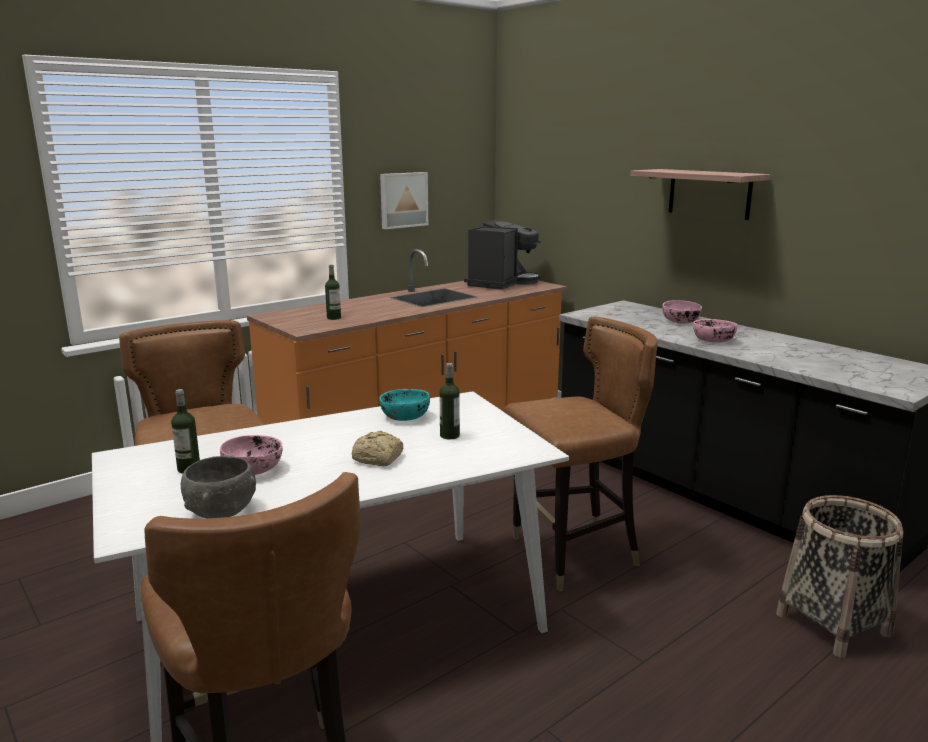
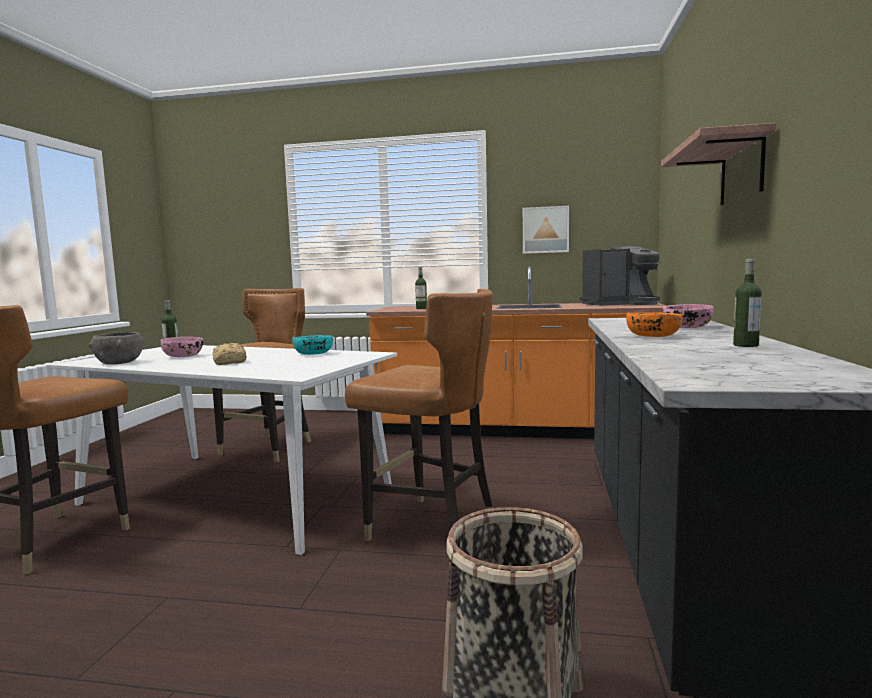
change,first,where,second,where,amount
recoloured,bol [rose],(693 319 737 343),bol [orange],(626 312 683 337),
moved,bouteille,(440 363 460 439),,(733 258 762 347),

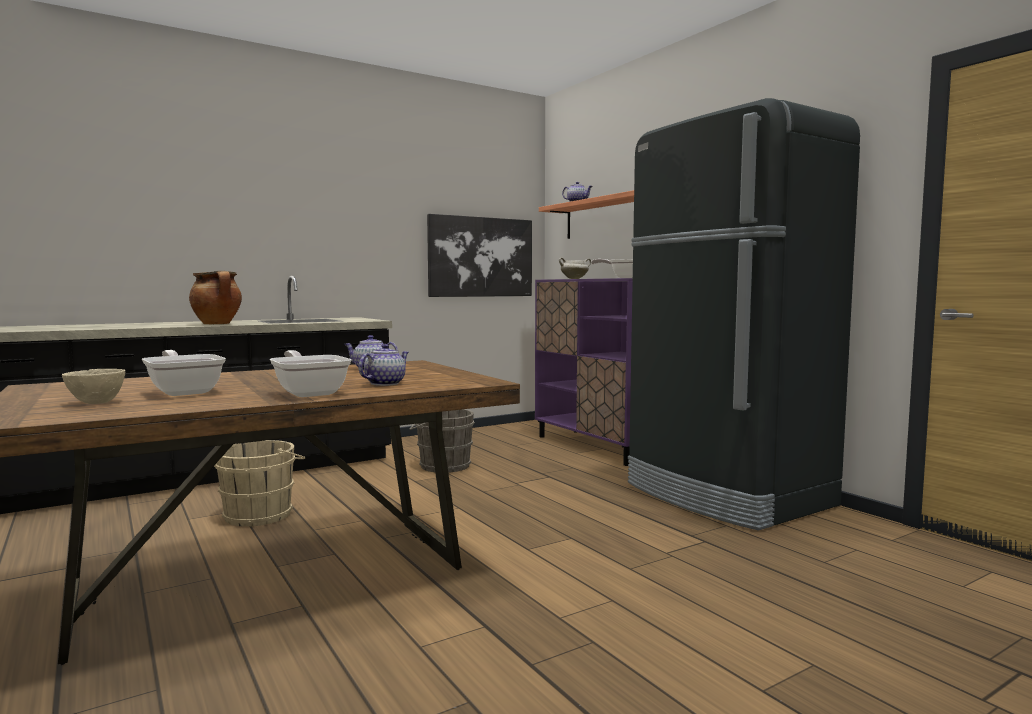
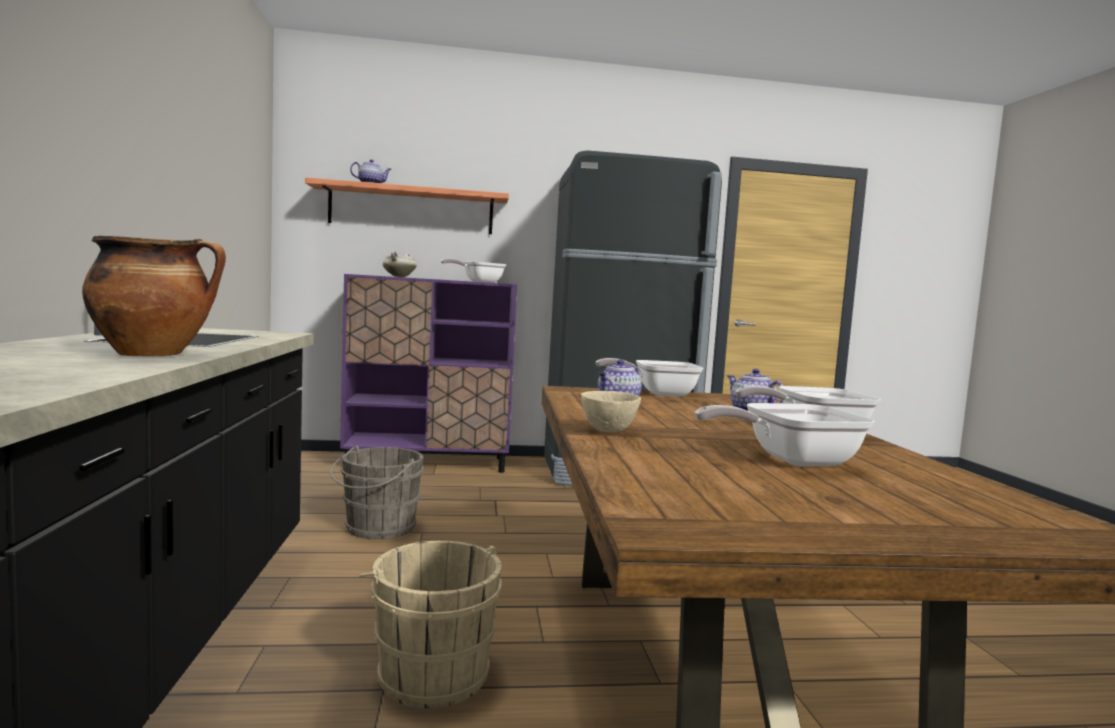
change,first,where,second,where,amount
removed,tableau,(427 214 532 297),,,
moved,bol [beige],(62 369 125 404),,(581 391 641 432),
added,,,poêle,(596 358 704 397),

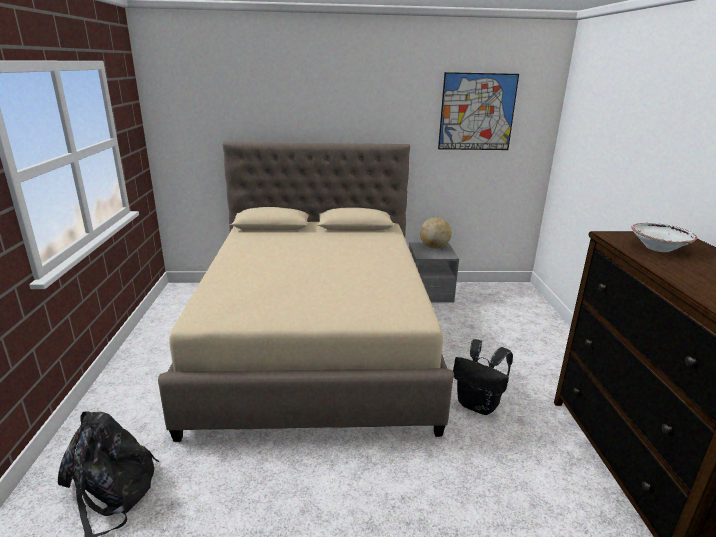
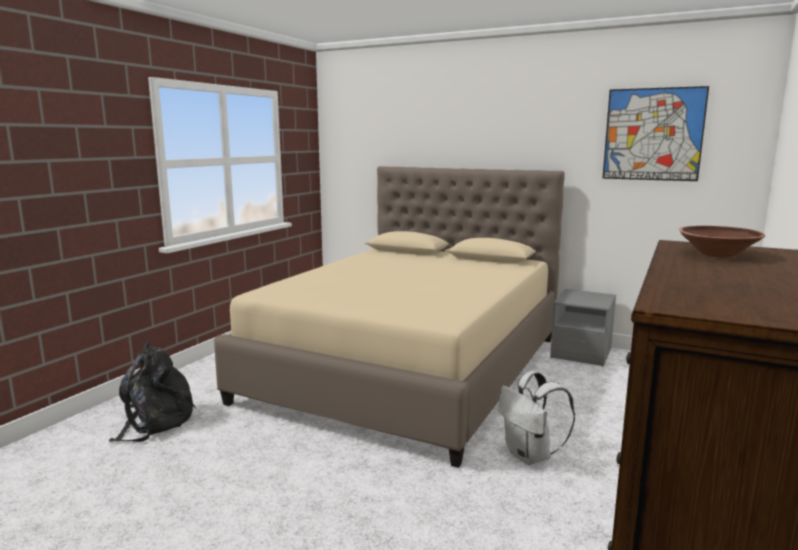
change,first,where,second,where,amount
removed,globe,(420 217 452 249),,,
recoloured,bol [blanc],(631 223 698 252),bol [marron],(679 226 765 257),
recoloured,sac à dos [noir],(453 339 513 415),sac à dos [blanc],(499 371 575 465),

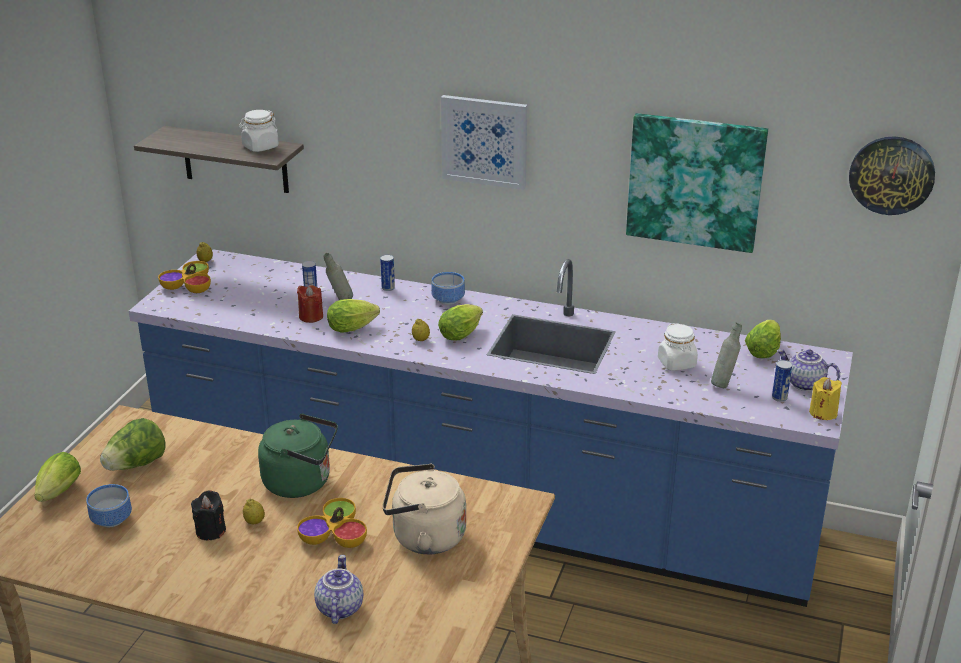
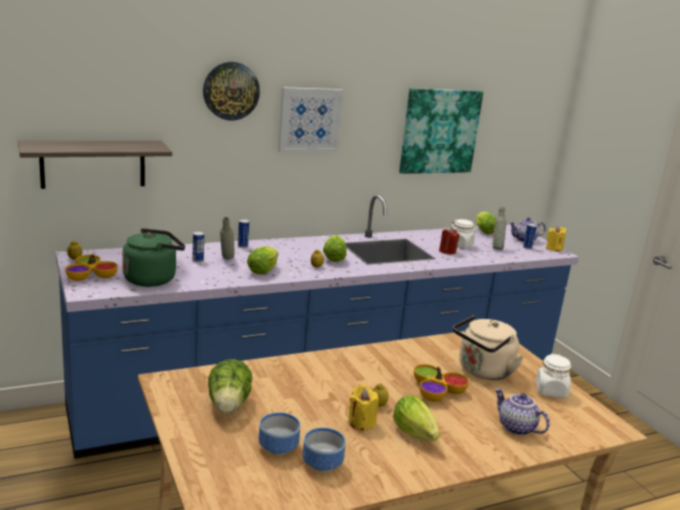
change,first,where,second,where,amount
moved,bocal [blanc],(239 110 279 152),,(536 354 571 398),
moved,horloge murale,(849 136 935 215),,(203 62 260 120),
moved,bol,(431 272 465 305),,(302 428 345 472),
moved,bougie [rouge],(297 285 323 323),,(439 228 459 254),
moved,bouilloire [vert],(258 414 338 498),,(122 228 185 287),
moved,laitue,(34 452 81 502),,(393 396 440 441),
recoloured,bougie [noir],(191 490 226 540),bougie [jaune],(349 385 379 430),

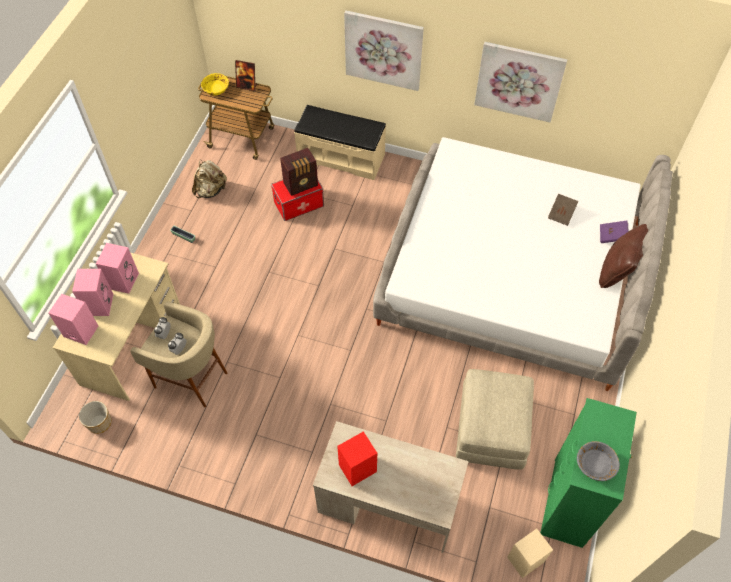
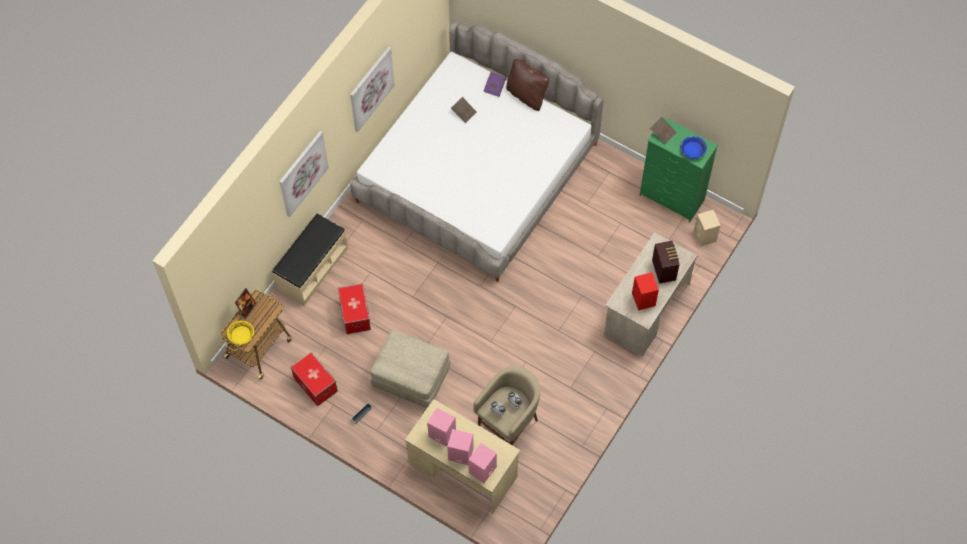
change,first,where,second,where,amount
moved,radio,(280 148 318 196),,(652 241 680 284),
replaced,sac à dos [beige],(192 160 227 198),boîte de rangement,(290 352 338 406),
moved,pouf [beige],(456 369 534 470),,(371 329 451 408),
removed,cache-pot,(79 401 111 434),,,
recoloured,bol [gris],(577 441 620 481),bol [bleu],(680 136 707 159),
added,,,livre [marron],(650 117 677 144),

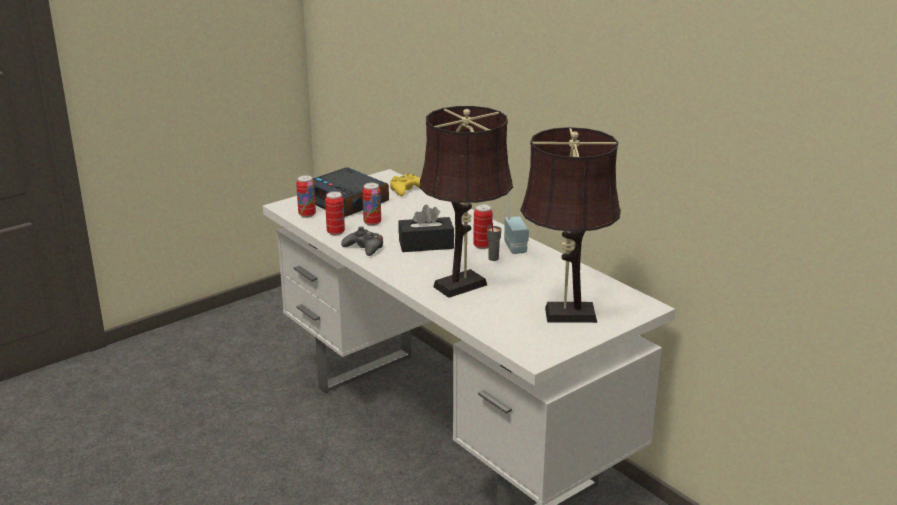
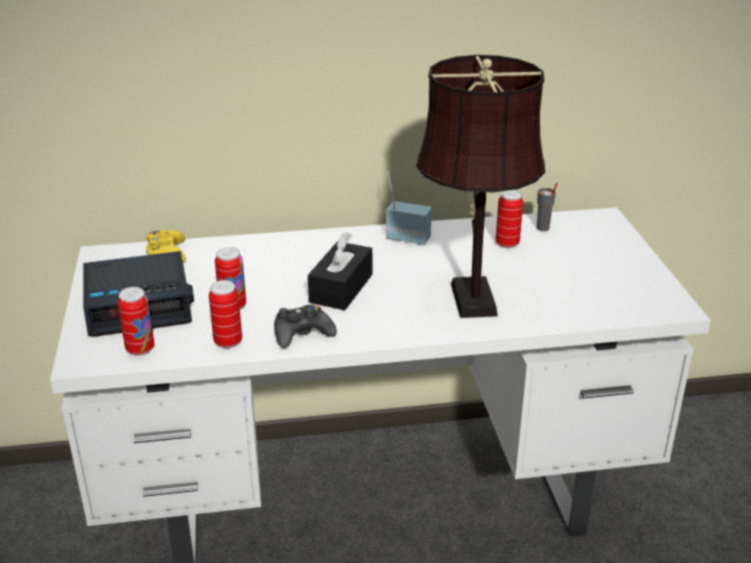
change,first,where,second,where,amount
removed,lampe de table [marron],(520 127 621 323),,,
moved,boîte métallique,(473 204 493 249),,(496 190 523 248),
moved,tasse [gris],(487 222 501 261),,(537 183 558 231),

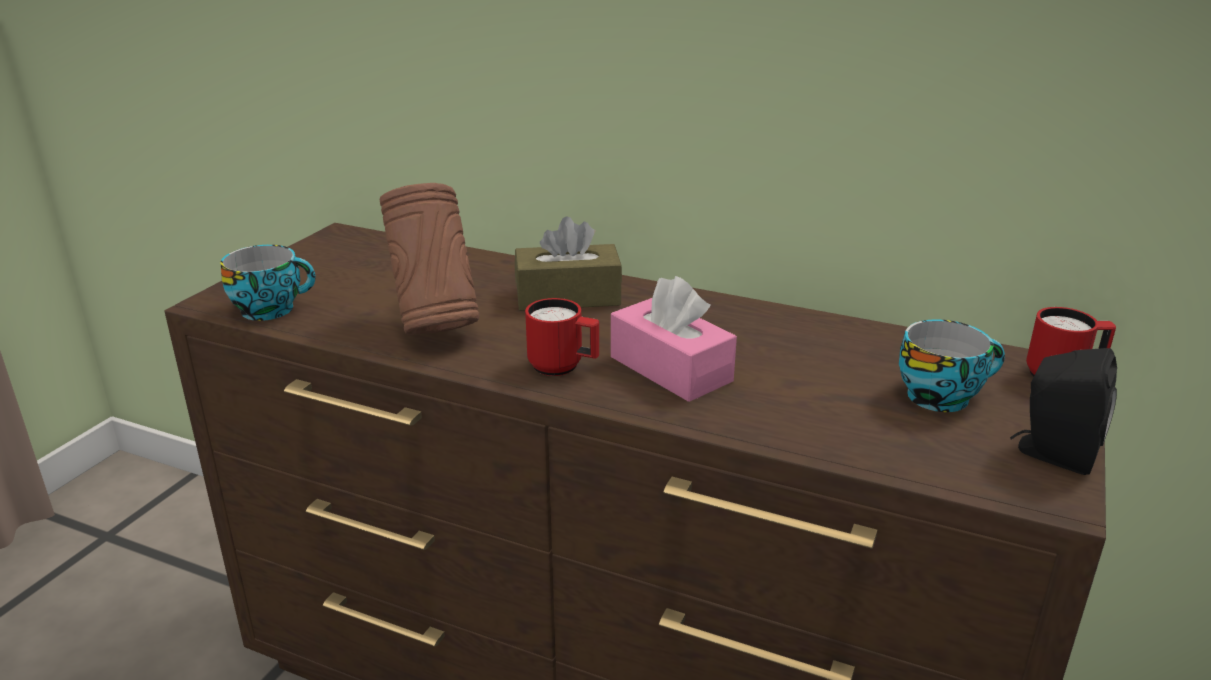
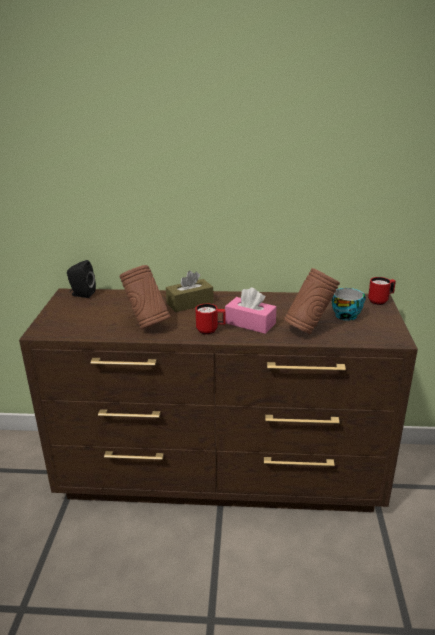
change,first,where,second,where,amount
removed,tasse,(220 245 316 321),,,
moved,enceinte [noir],(1010 348 1117 475),,(67 260 96 298),
added,,,vase [marron],(284 268 340 334),

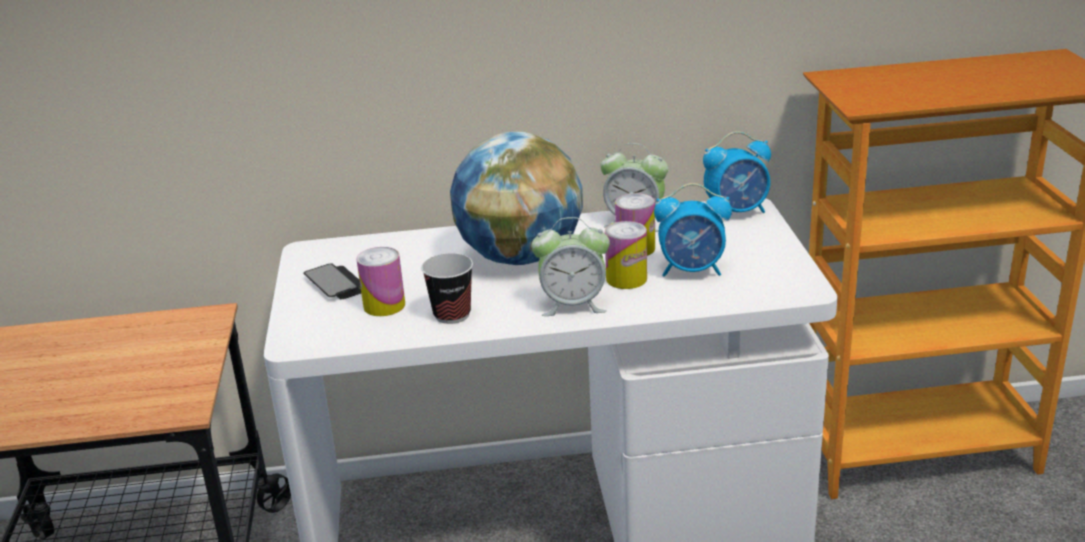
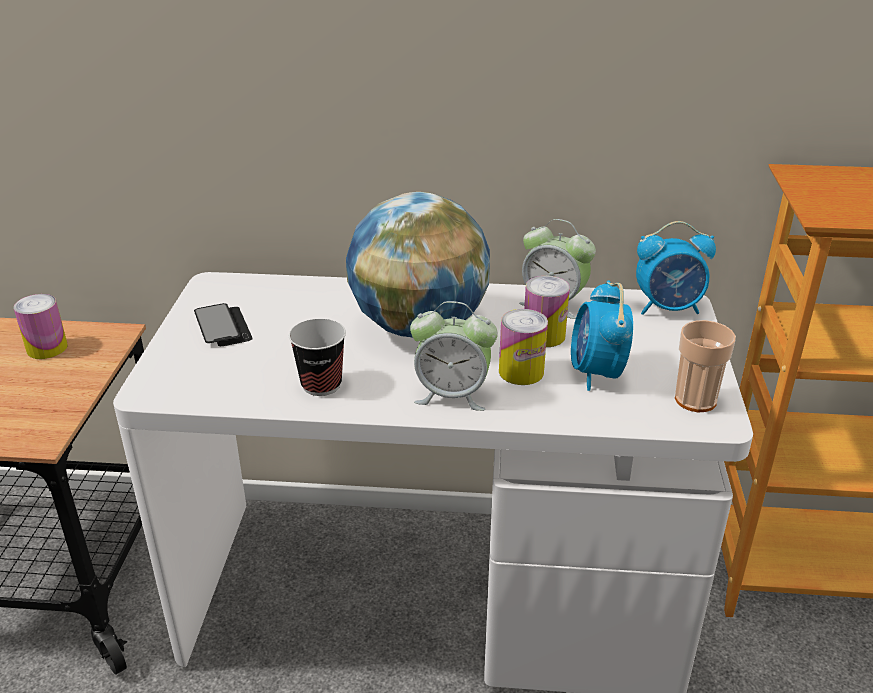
change,first,where,second,where,amount
turned,réveil,(654 183 732 277),,(571 280 633 391),75 degrees clockwise
moved,boîte métallique,(356 247 405 316),,(14 294 68 359),
added,,,tasse,(675 320 736 412),

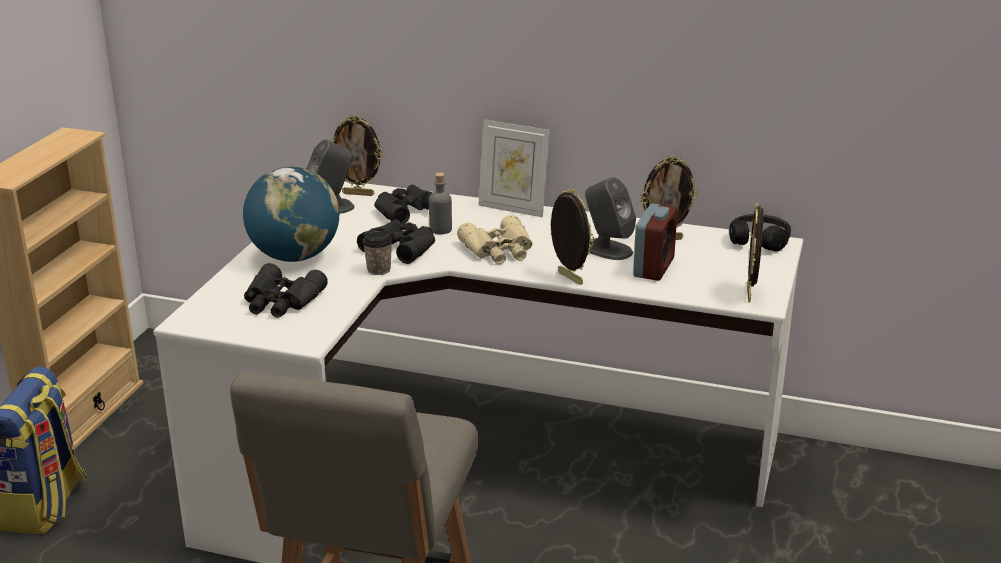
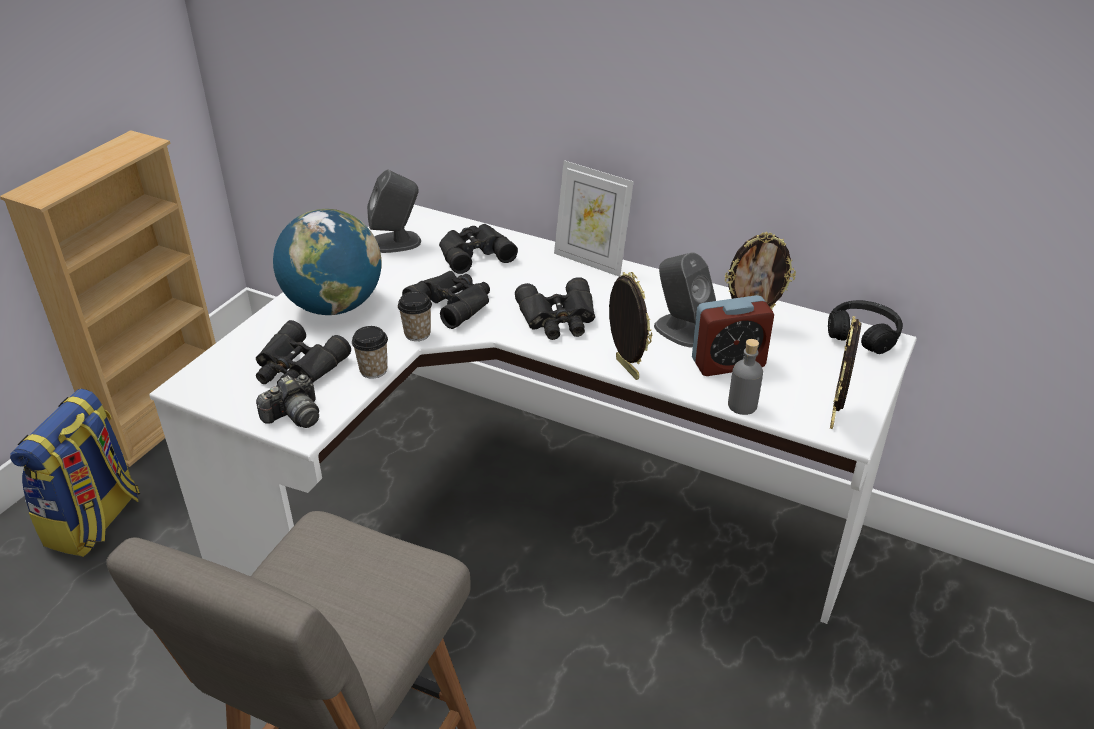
change,first,where,second,where,amount
removed,cadre photo,(333 115 383 196),,,
moved,bouteille [gris],(429 173 452 234),,(728 339 763 415),
turned,réveil,(633 203 678 281),,(692 295 774 376),45 degrees clockwise
recoloured,jumelles [beige],(457 215 533 264),jumelles [noir],(515 277 595 340),
added,,,tasse,(352 326 388 379),
added,,,appareil photo,(256 374 319 428),

